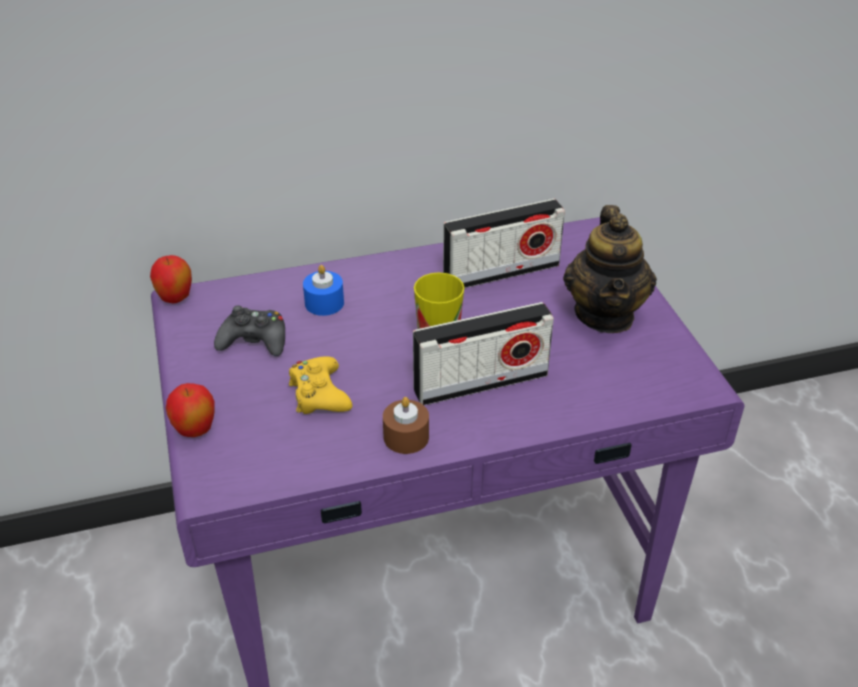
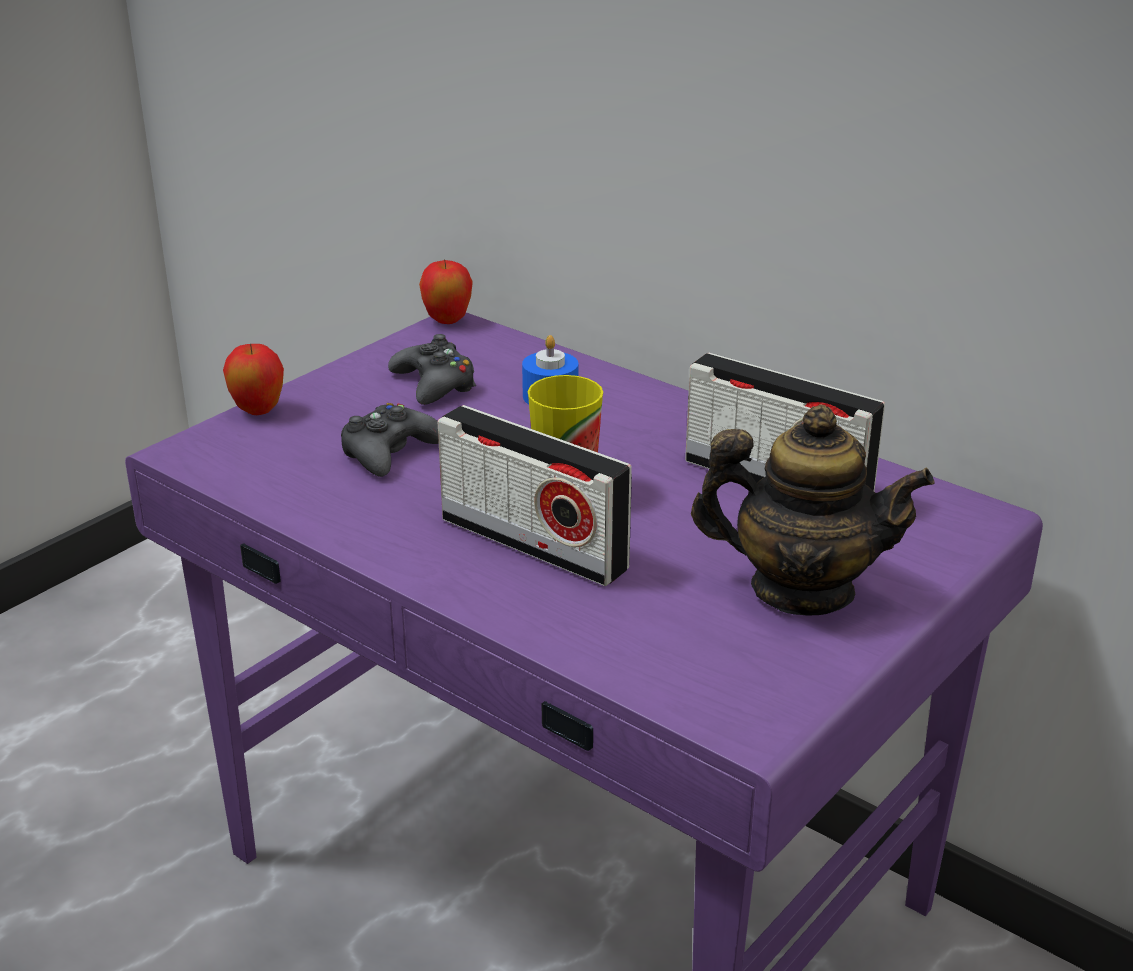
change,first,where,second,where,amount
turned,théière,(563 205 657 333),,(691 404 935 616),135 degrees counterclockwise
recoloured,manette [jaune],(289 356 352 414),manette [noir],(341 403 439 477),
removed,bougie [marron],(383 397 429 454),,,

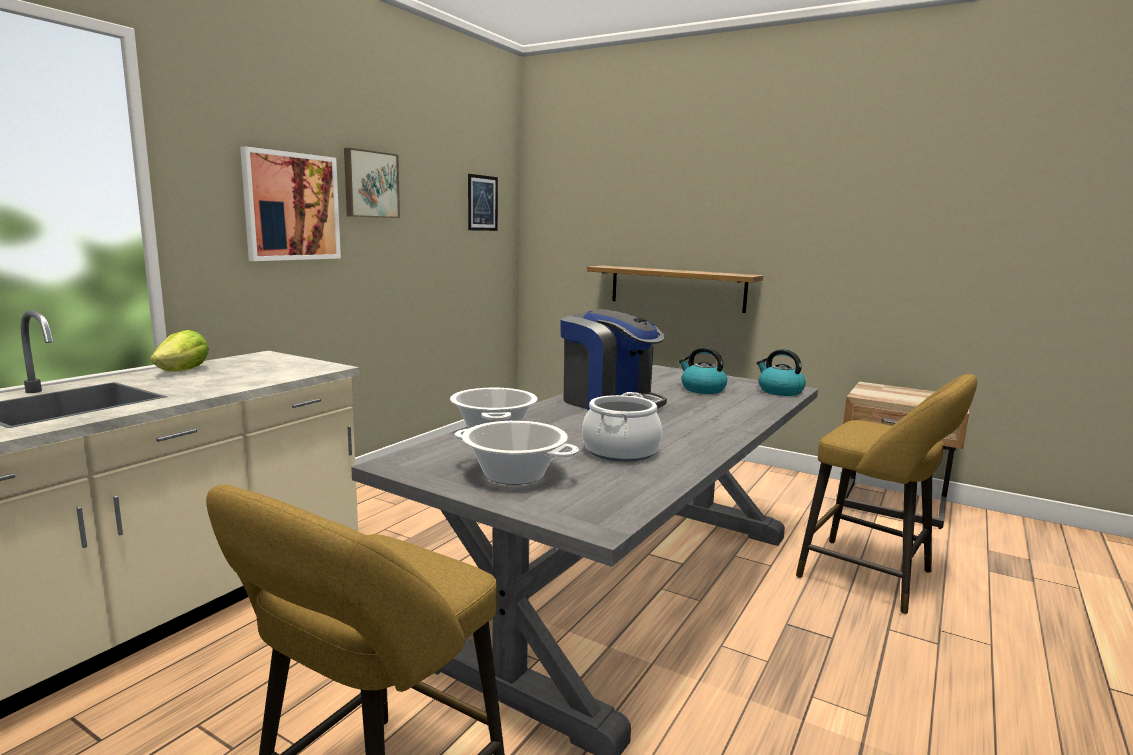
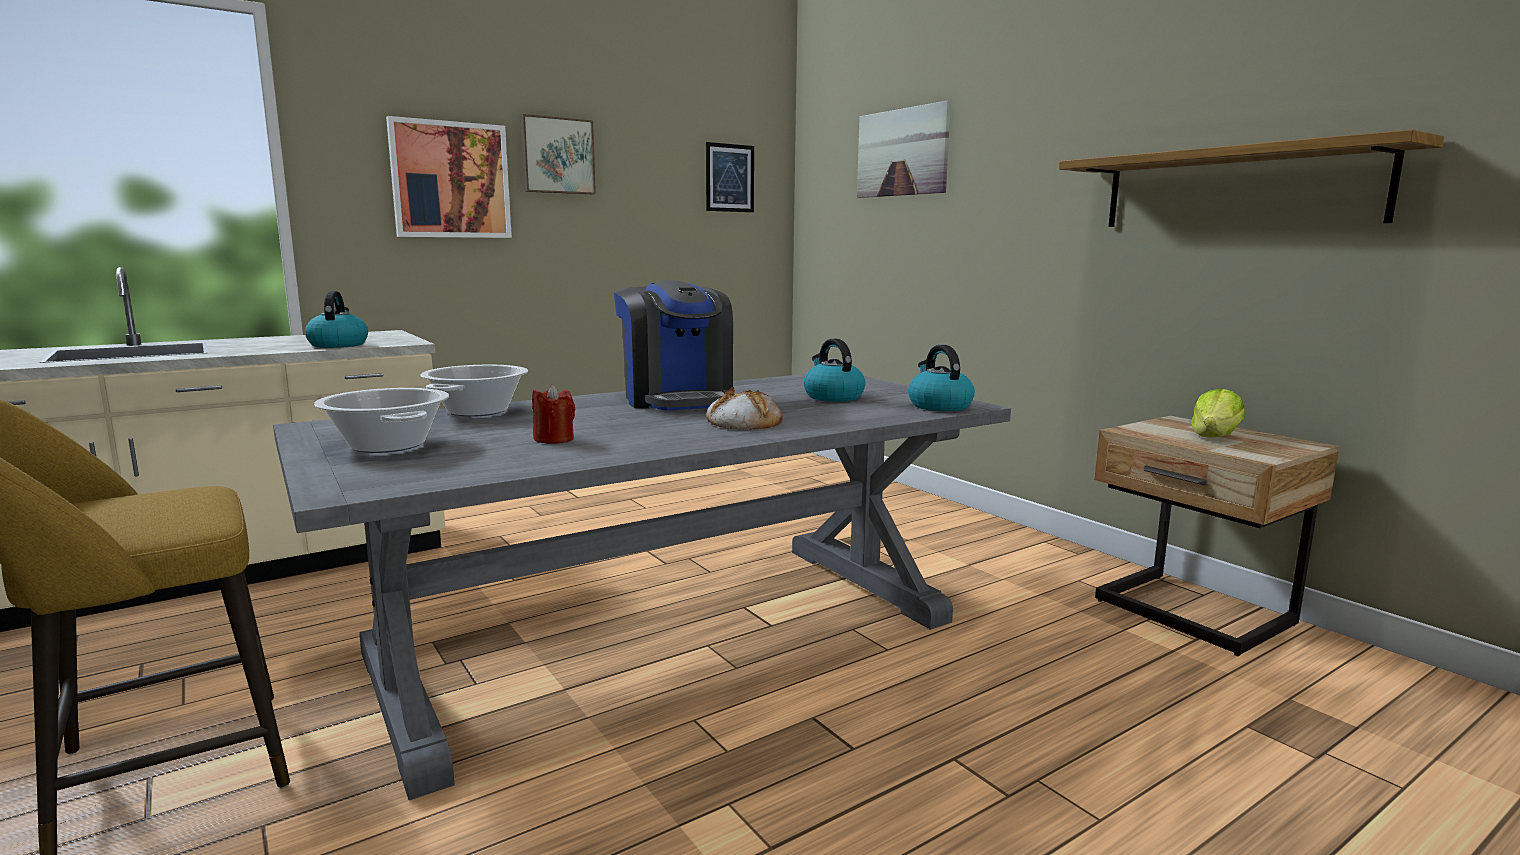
change,first,where,second,where,amount
moved,étagère,(587 266 764 313),,(1059 130 1444 227),
moved,laitue,(150 330 209 372),,(1191 388 1245 437),
removed,tabouret [jaune],(796 374 977 614),,,
replaced,marmite,(582 392 662 462),bougie [rouge],(532 384 575 444),
added,,,tableau,(857 100 951 198),
added,,,bouilloire,(305 291 368 348),
added,,,pain,(706 387 783 430),

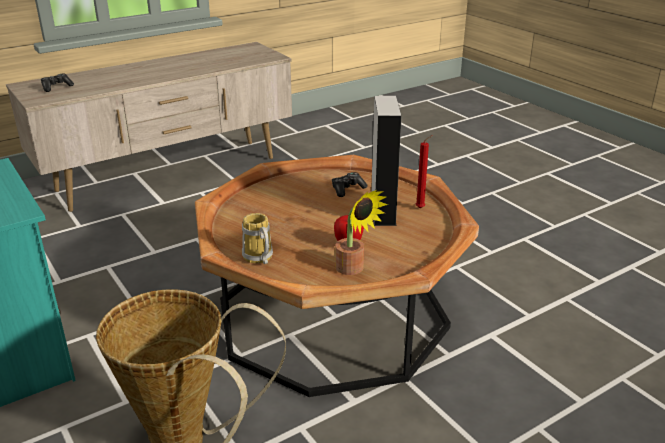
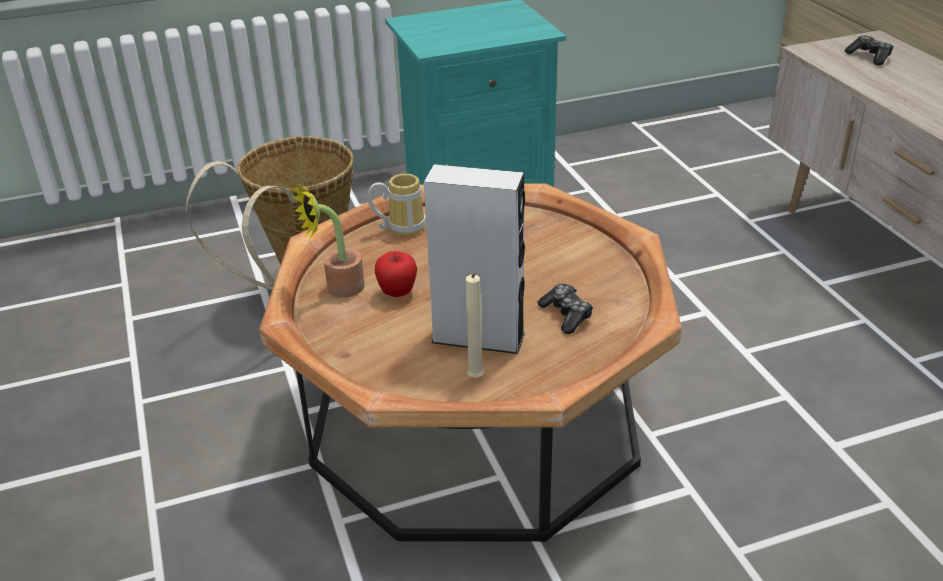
change,first,where,second,where,amount
recoloured,bougie [rouge],(416 135 433 208),bougie [beige],(465 273 484 378),

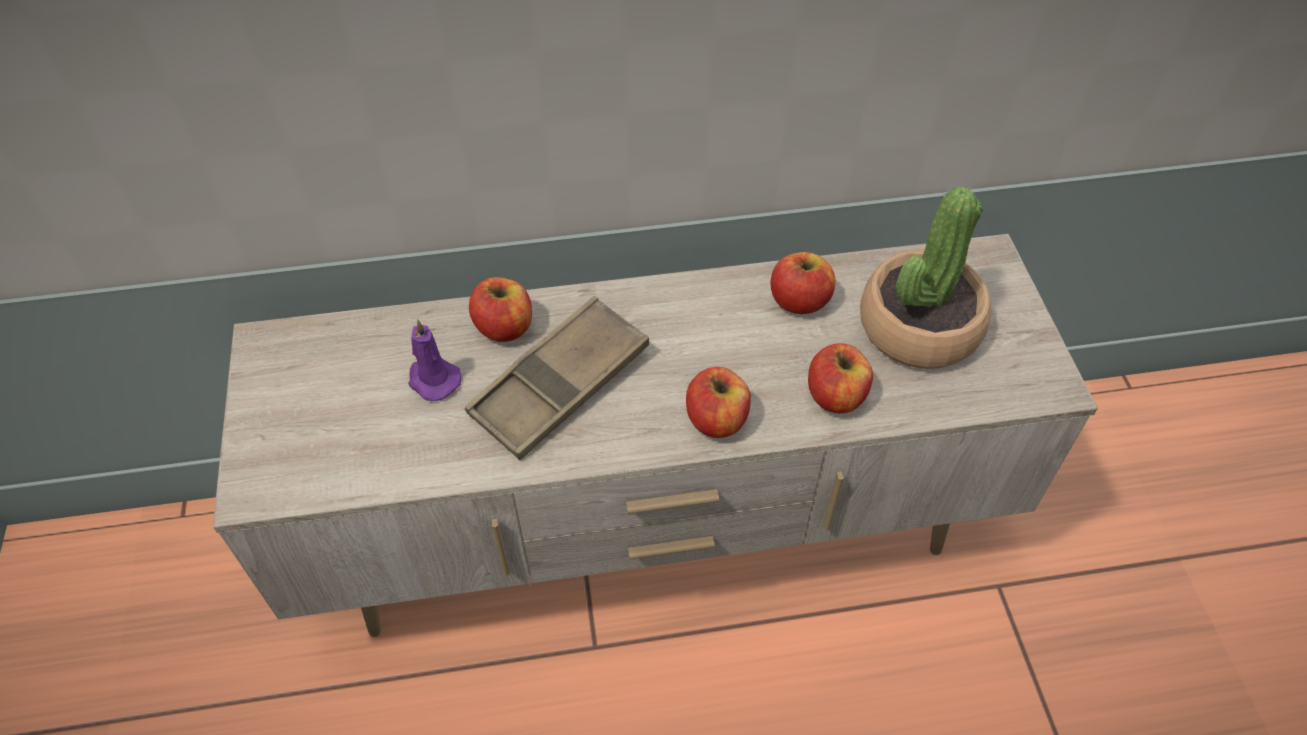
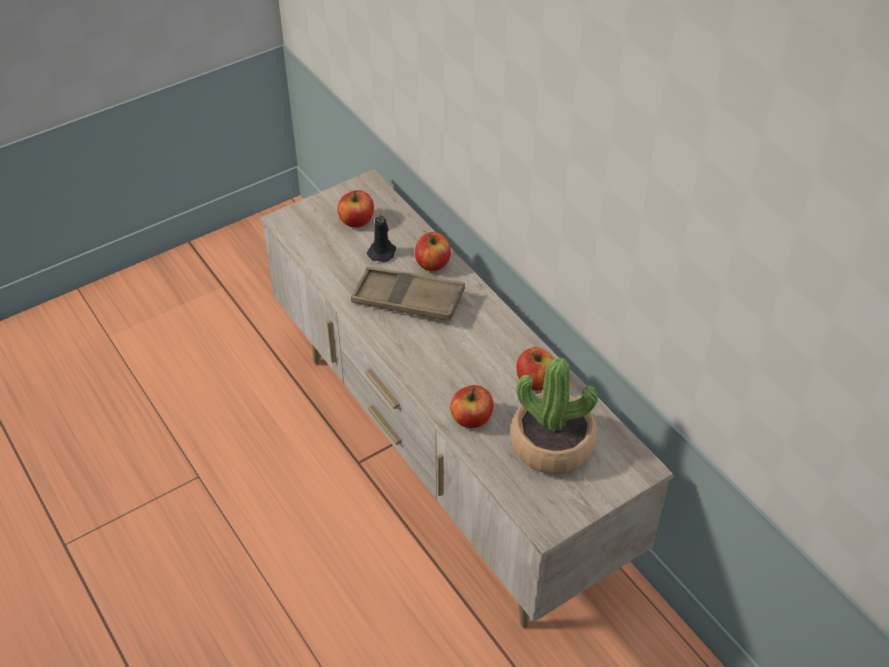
change,first,where,second,where,amount
recoloured,bougie [violet],(408 319 462 401),bougie [noir],(367 212 396 262),
moved,pomme,(686 367 751 438),,(337 190 374 228),

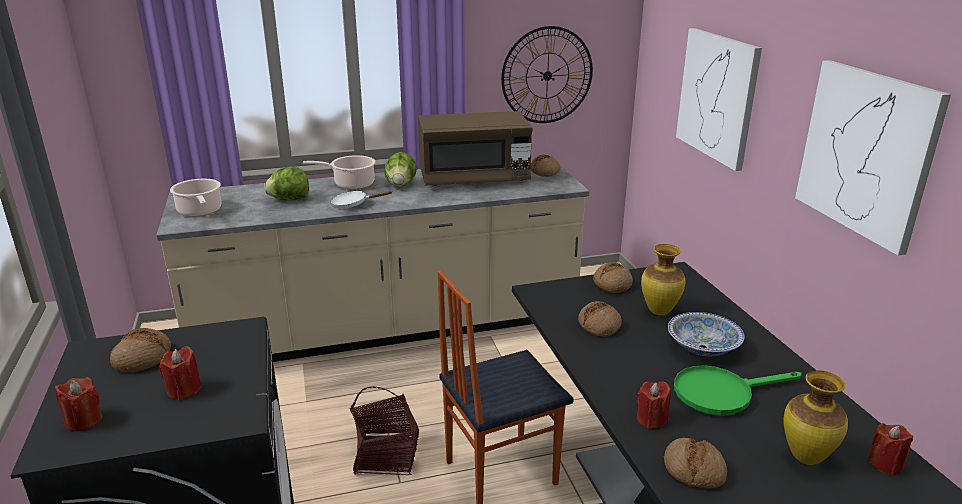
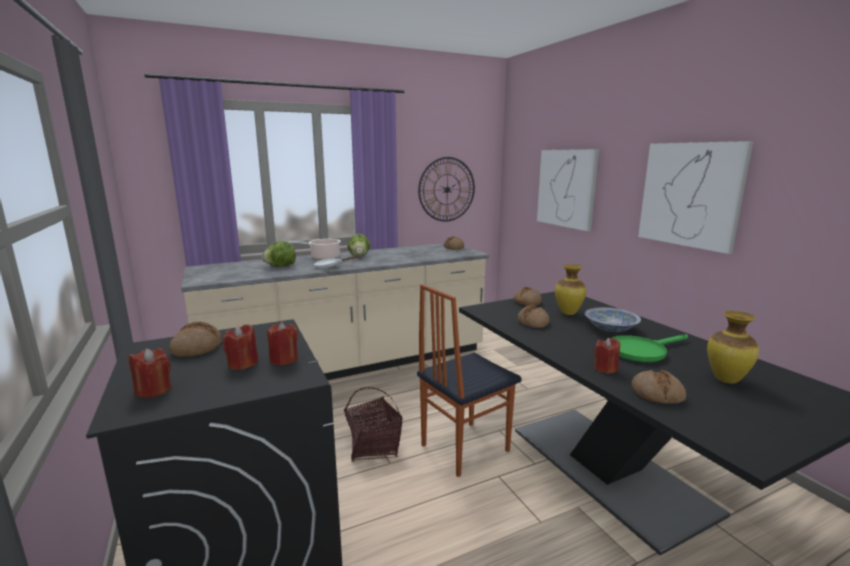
change,first,where,second,where,amount
removed,micro-ondes [marron],(418 111 533 186),,,
removed,marmite,(170 179 221 217),,,
moved,bougie [rouge],(867 423 913 475),,(267 322 298 366),

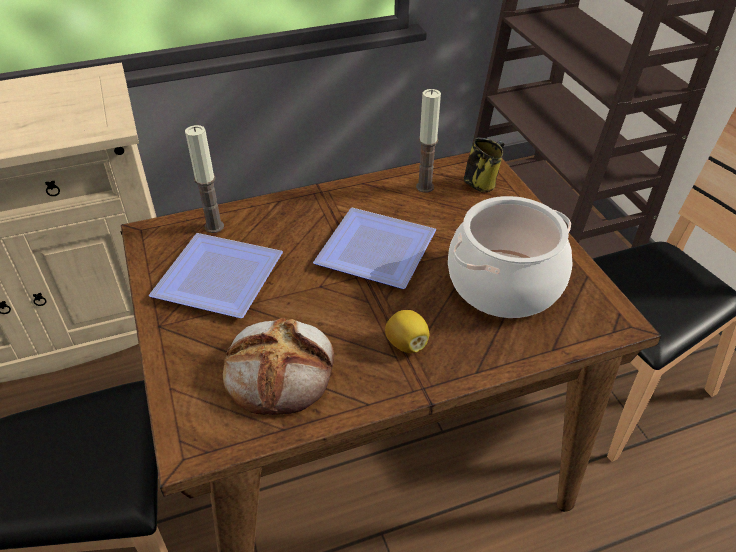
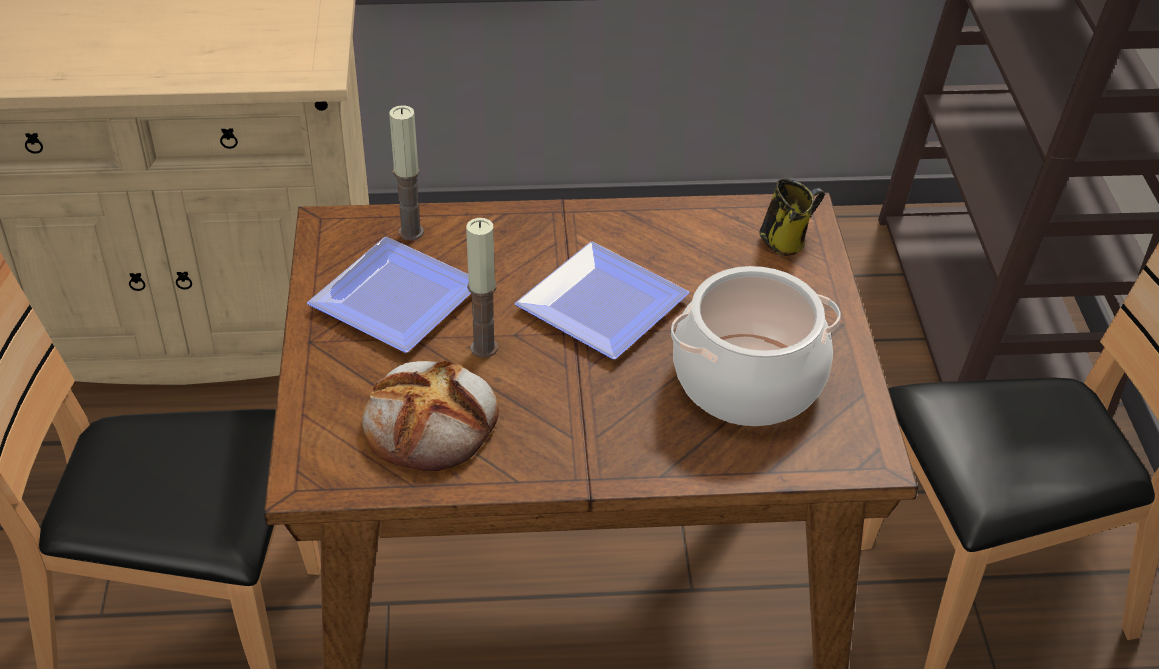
change,first,where,second,where,amount
moved,bougie,(416 89 441 193),,(466 218 498 358),
removed,citron,(385 310 429 353),,,

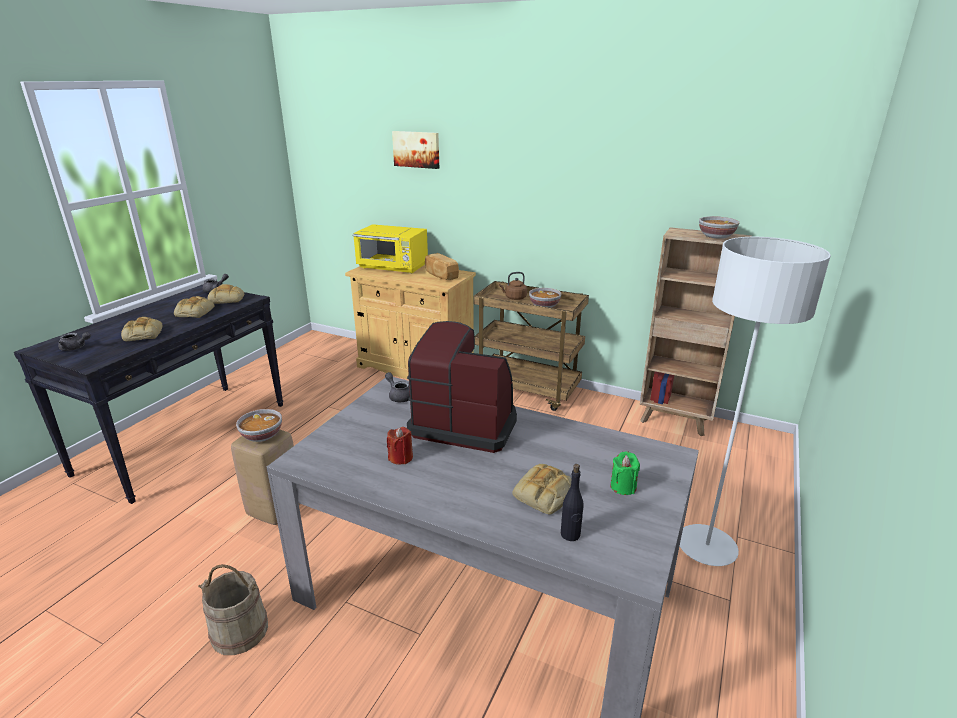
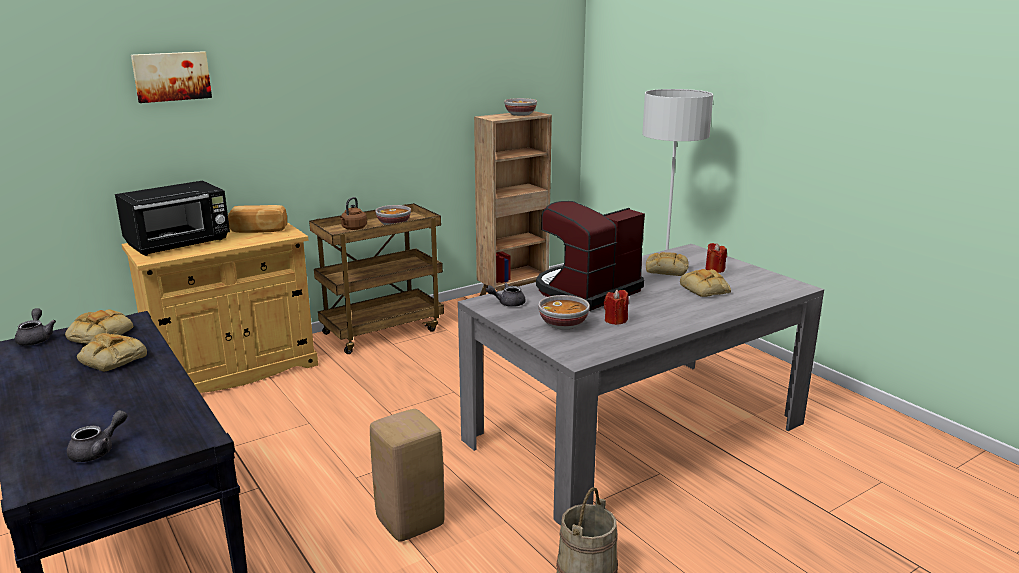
change,first,where,second,where,amount
recoloured,micro-ondes [jaune],(353 224 428 274),micro-ondes [noir],(115 180 230 256),
moved,pain,(121 317 163 341),,(646 252 689 276),
moved,bol,(236 409 282 442),,(538 295 590 330),
recoloured,bougie [vert],(610 452 640 495),bougie [rouge],(706 243 727 273),
removed,bouteille [noir],(561 464 584 541),,,

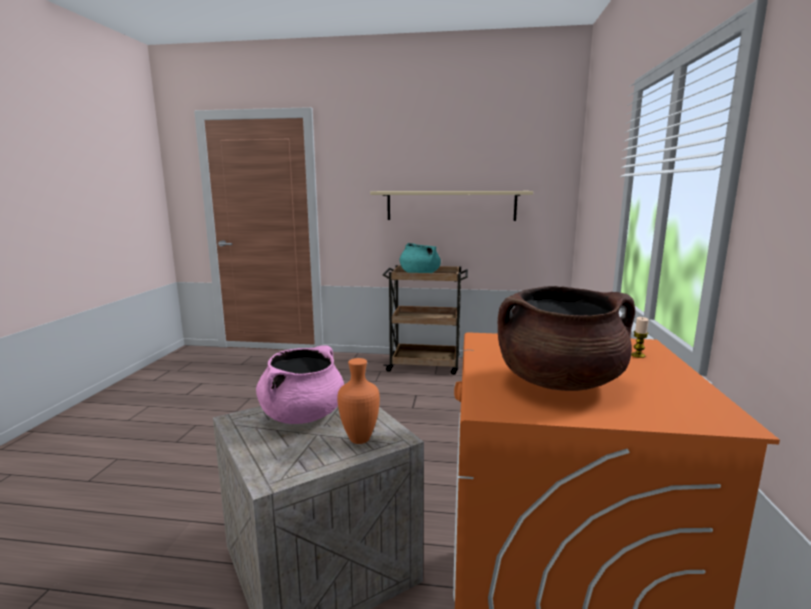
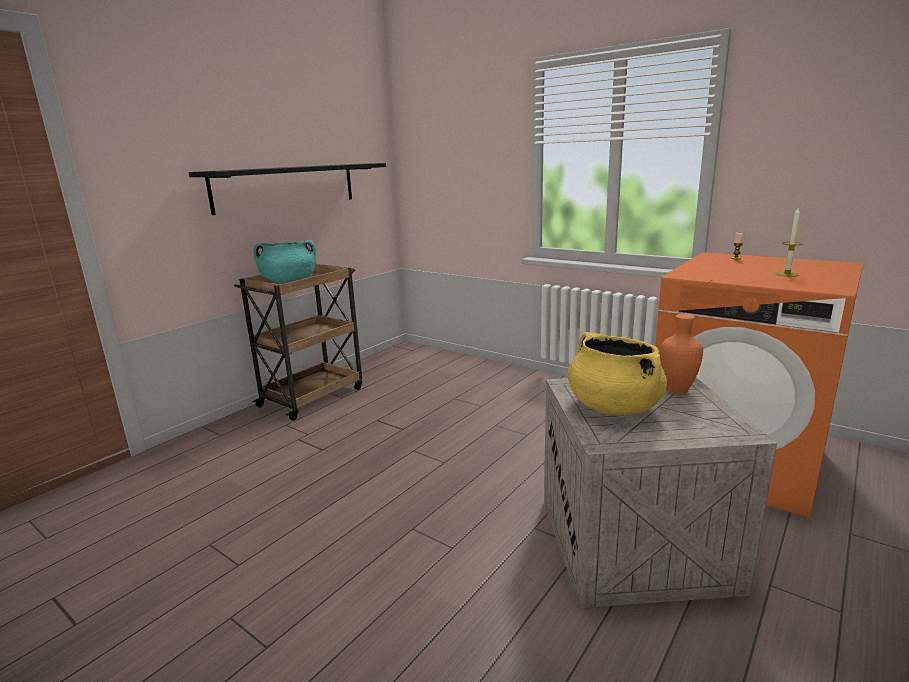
change,first,where,second,where,amount
recoloured,étagère [beige],(370 191 533 221),étagère [noir],(189 163 386 215),
replaced,marmite [marron],(498 286 635 391),bougie,(776 208 803 277),
recoloured,marmite [rose],(256 345 344 424),marmite [jaune],(568 332 667 416),

